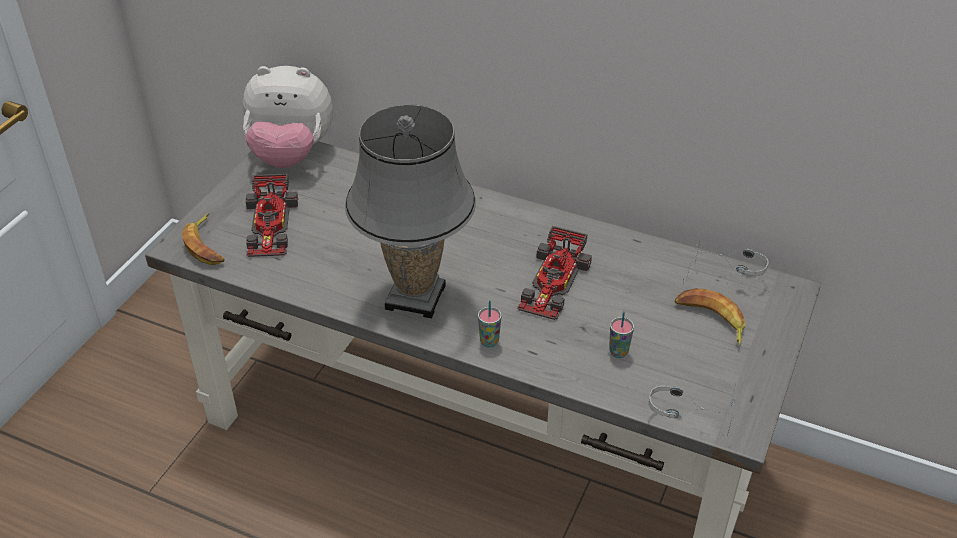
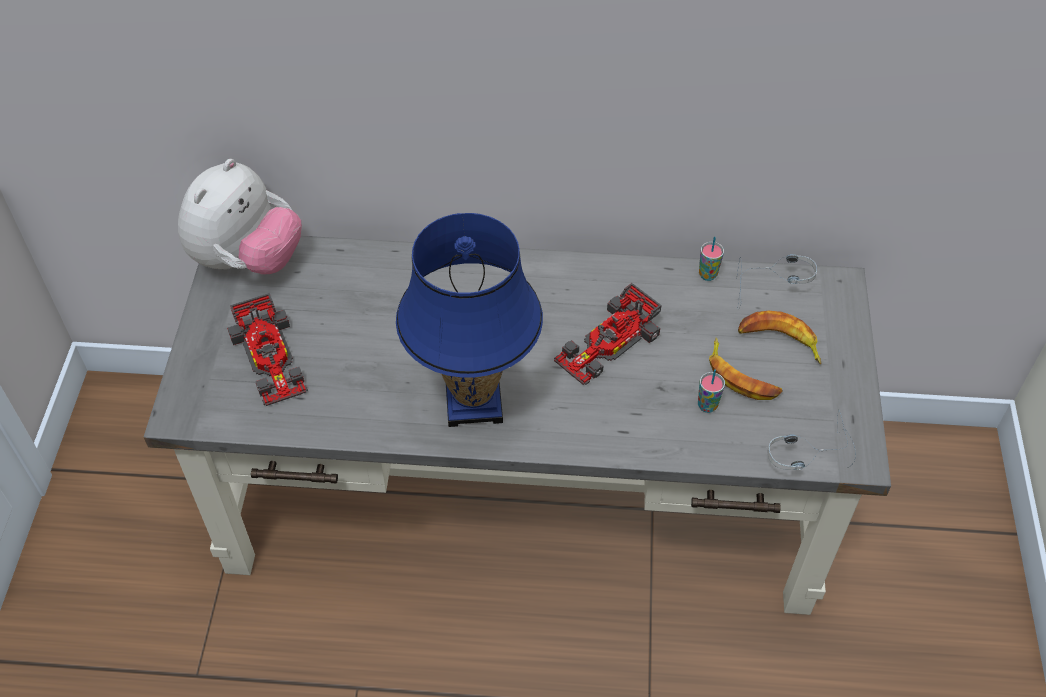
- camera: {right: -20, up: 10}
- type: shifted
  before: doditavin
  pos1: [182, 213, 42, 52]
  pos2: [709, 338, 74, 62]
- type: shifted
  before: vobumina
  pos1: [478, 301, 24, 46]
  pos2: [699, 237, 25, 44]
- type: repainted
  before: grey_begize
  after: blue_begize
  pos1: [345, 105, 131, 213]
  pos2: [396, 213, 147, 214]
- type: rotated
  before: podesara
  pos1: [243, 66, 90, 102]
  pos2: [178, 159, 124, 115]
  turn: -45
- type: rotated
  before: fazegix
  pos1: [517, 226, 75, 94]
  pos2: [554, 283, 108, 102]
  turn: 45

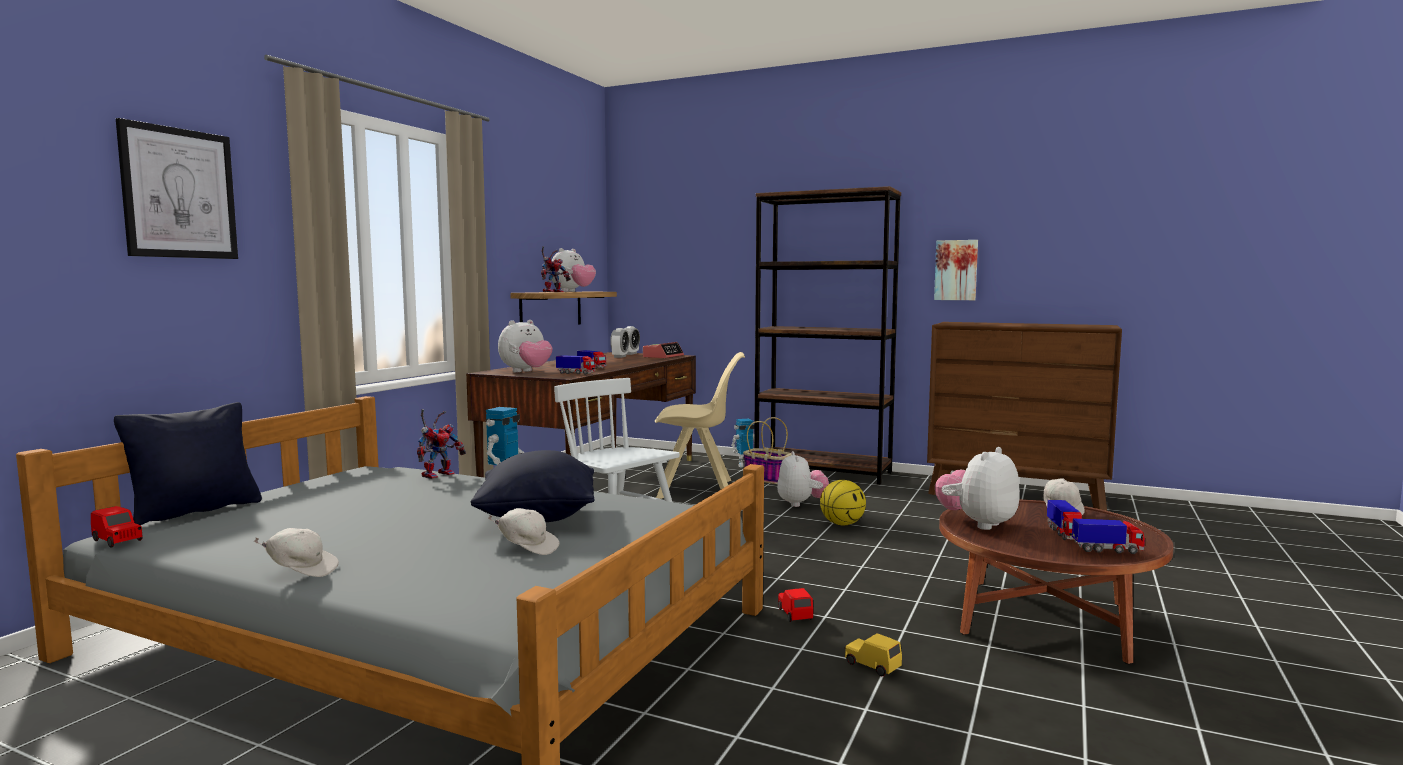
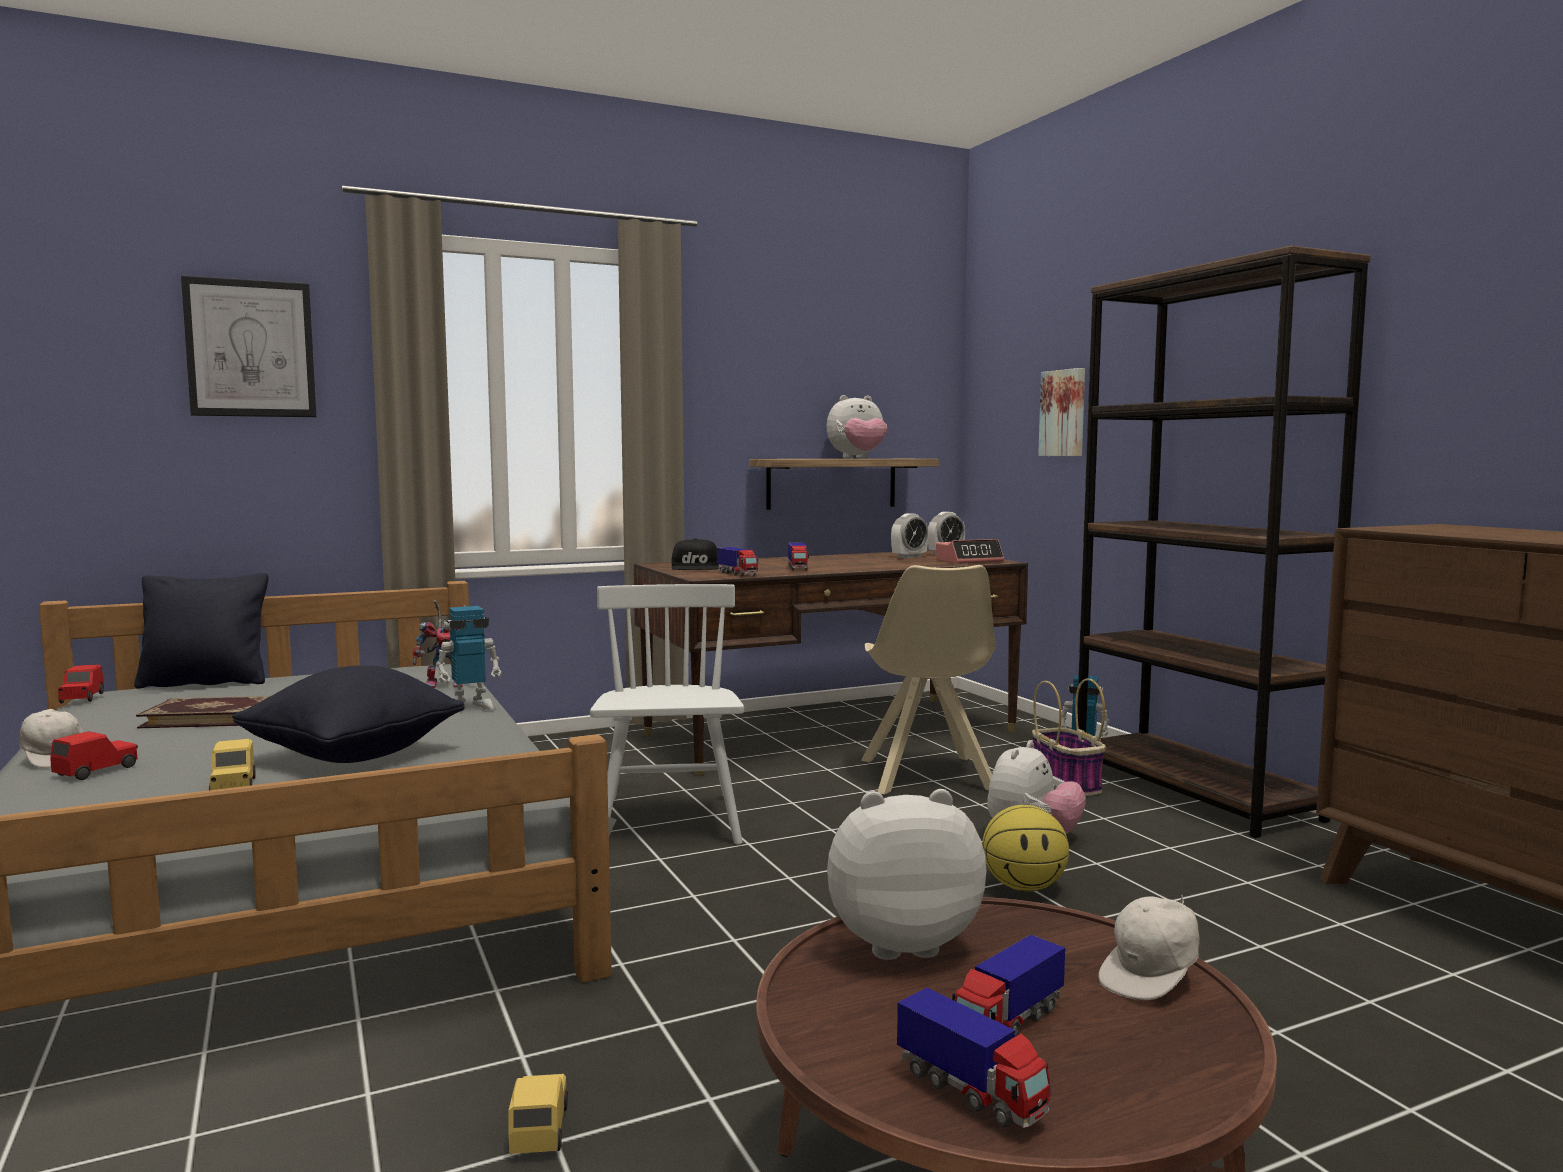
- camera: {right: 40, up: 0}
- type: gone
  before: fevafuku
  pos1: [541, 246, 30, 46]
- type: new
  after: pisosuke
  pos2: [136, 696, 134, 32]
- type: shifted
  before: red_fazegix
  pos1: [778, 588, 35, 34]
  pos2: [50, 731, 88, 49]
- type: shifted
  before: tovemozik
  pos1: [934, 240, 44, 60]
  pos2: [1038, 368, 47, 88]
- type: swapped
  before: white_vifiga
  after: yellow_fazegix
  pos1: [488, 508, 72, 47]
  pos2: [209, 739, 47, 51]
- type: swapped
  before: podesara
  after: black_vifiga
  pos1: [498, 320, 55, 52]
  pos2: [672, 538, 47, 32]
- type: rotated
  before: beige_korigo
  pos1: [655, 352, 90, 147]
  pos2: [861, 565, 135, 229]
  turn: 45

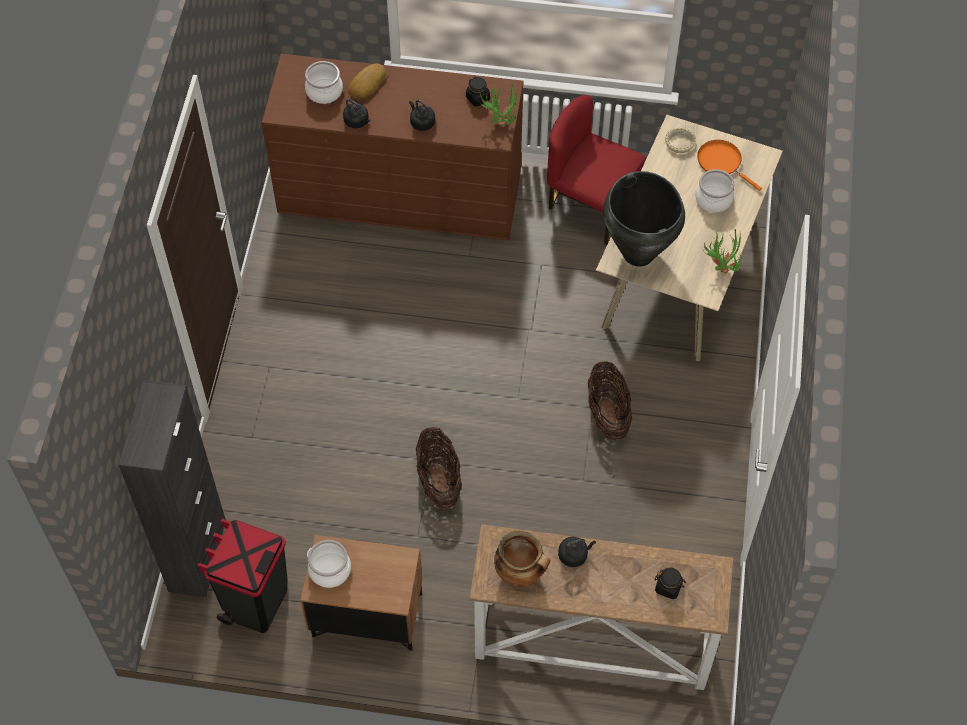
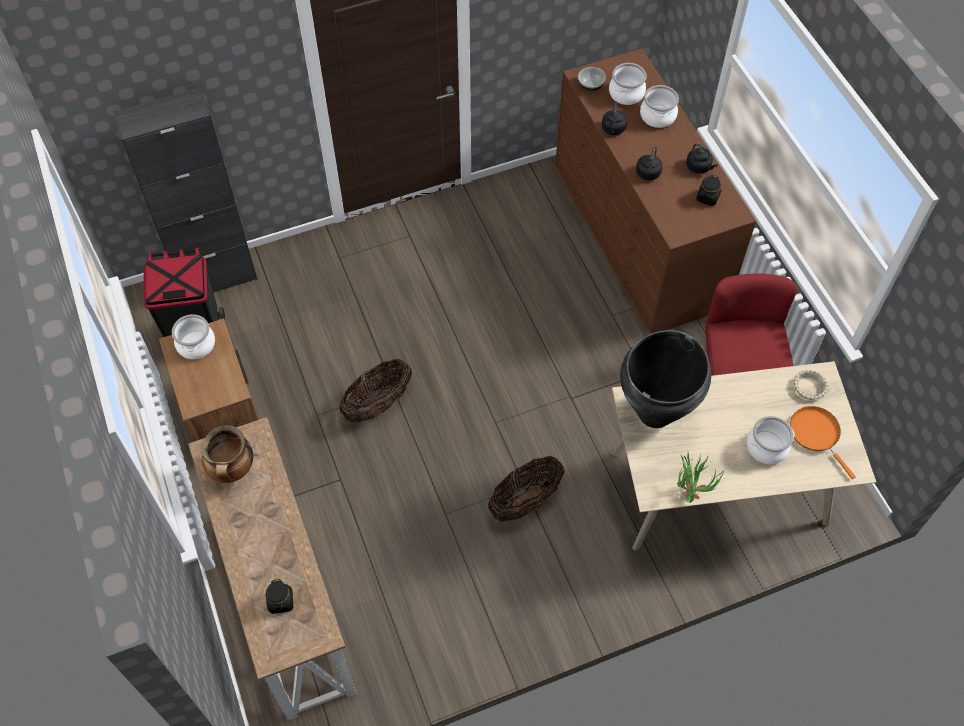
- camera: {right: 60, up: 0}
- type: gone
  before: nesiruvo
  pos1: [479, 83, 38, 44]
- type: new
  after: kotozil
  pos2: [578, 67, 28, 24]
- type: shifted
  before: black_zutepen
  pos1: [558, 537, 38, 30]
  pos2: [686, 143, 31, 31]
- type: swapped
  before: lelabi
  after: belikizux
  pos1: [348, 64, 38, 36]
  pos2: [640, 85, 39, 43]
- type: rotated
  before: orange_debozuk
  pos1: [697, 140, 65, 51]
  pos2: [790, 406, 66, 73]
  turn: -45

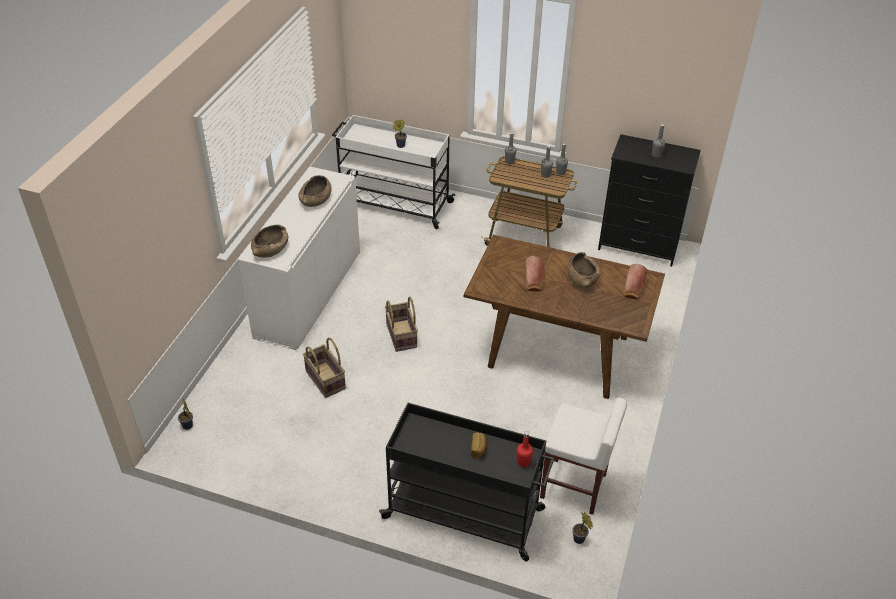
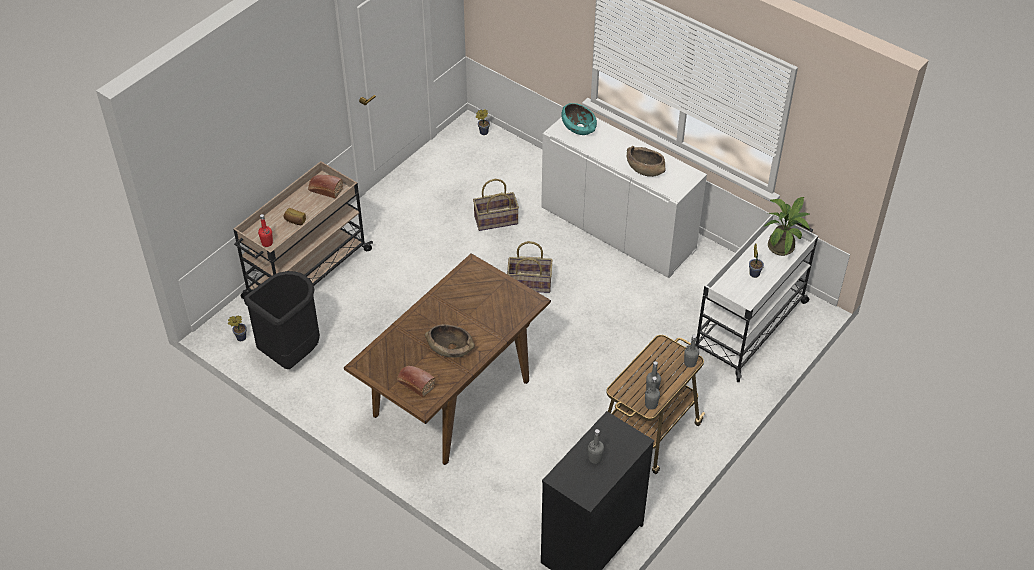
- camera: {right: 110, up: 5}
- type: new
  after: nesiruvo
  pos2: [765, 197, 45, 59]
- type: shifted
  before: lelabi
  pos1: [526, 256, 18, 35]
  pos2: [308, 175, 35, 24]
- type: swapped
  before: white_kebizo
  after: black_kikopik
  pos1: [540, 398, 87, 117]
  pos2: [244, 271, 76, 98]
- type: repainted
  before: brown_kotozil
  after: turquoise_kotozil
  pos1: [251, 225, 37, 33]
  pos2: [561, 103, 36, 32]
- type: repainted
  before: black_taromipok
  after: beige_taromipok
  pos1: [379, 403, 175, 159]
  pos2: [233, 161, 140, 138]

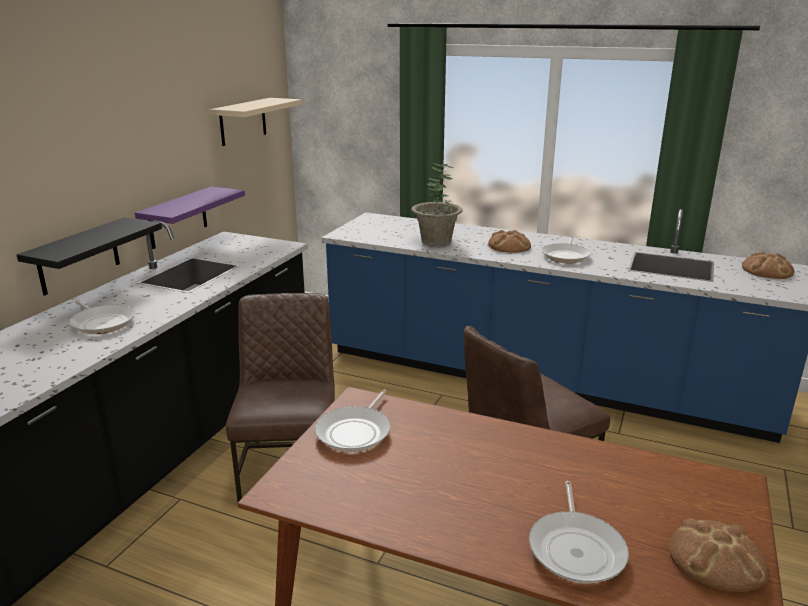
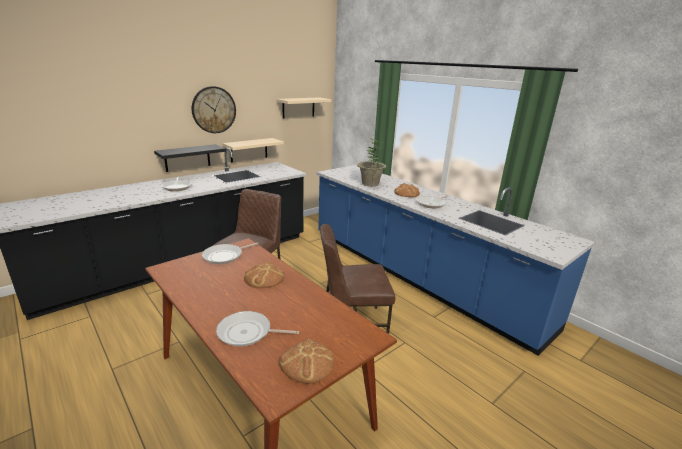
- camera: {right: 25, up: 0}
- type: new
  after: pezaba
  pos2: [192, 86, 44, 47]
- type: shifted
  before: lelabi
  pos1: [742, 251, 53, 28]
  pos2: [244, 261, 40, 27]
- type: repainted
  before: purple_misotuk
  after: beige_misotuk
  pos1: [135, 187, 110, 62]
  pos2: [223, 138, 61, 25]
- type: rotated
  before: debozuk
  pos1: [529, 481, 100, 103]
  pos2: [216, 311, 83, 36]
  turn: 60

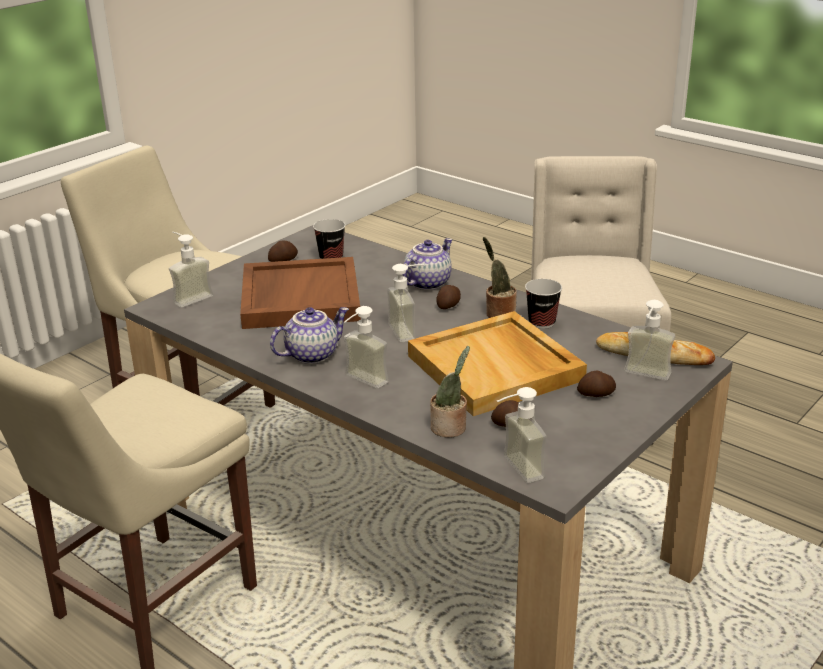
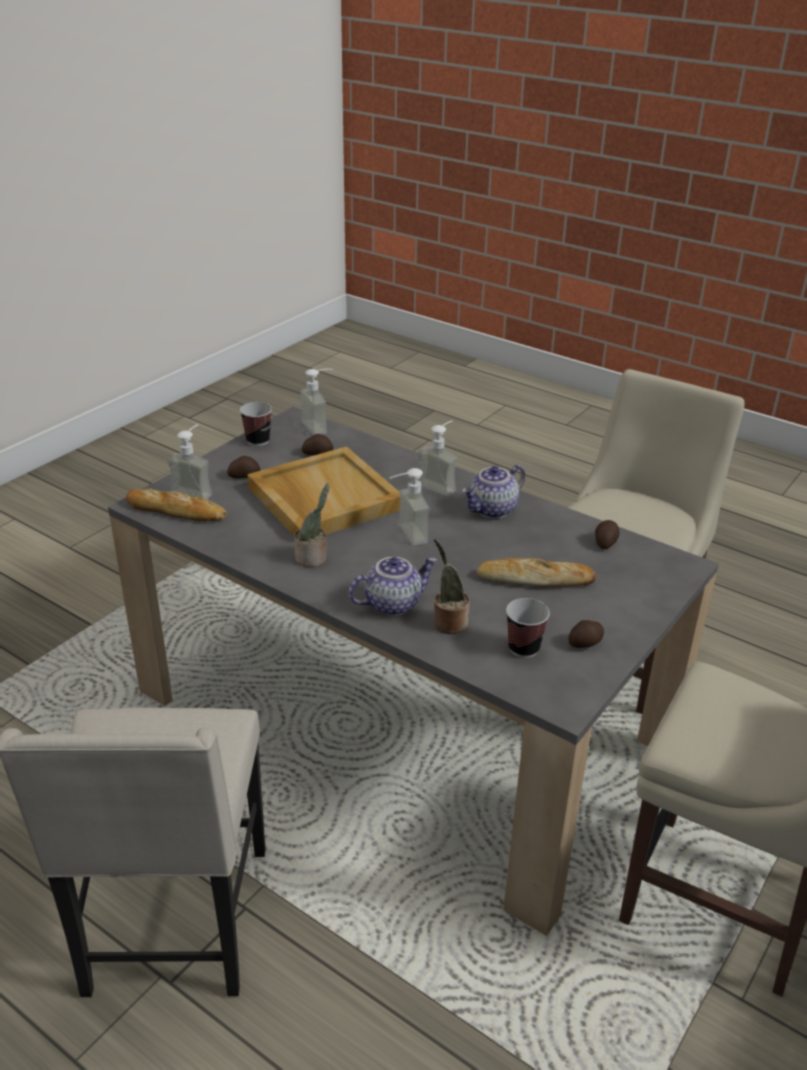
- camera: {right: 175, up: 5}
- type: gone
  before: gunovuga
  pos1: [169, 232, 44, 75]
- type: shifted
  before: nesiruvo
  pos1: [430, 346, 40, 92]
  pos2: [434, 539, 36, 95]
- type: shifted
  before: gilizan
  pos1: [436, 285, 25, 24]
  pos2: [595, 520, 25, 29]
- type: shifted
  before: vobumina
  pos1: [525, 279, 37, 50]
  pos2: [240, 402, 32, 44]
- type: swapped
  before: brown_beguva
  after: lelabi
  pos1: [240, 257, 121, 72]
  pos2: [477, 558, 119, 29]
- type: rotated
  before: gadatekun
  pos1: [403, 238, 50, 52]
  pos2: [349, 557, 88, 59]
  turn: -150

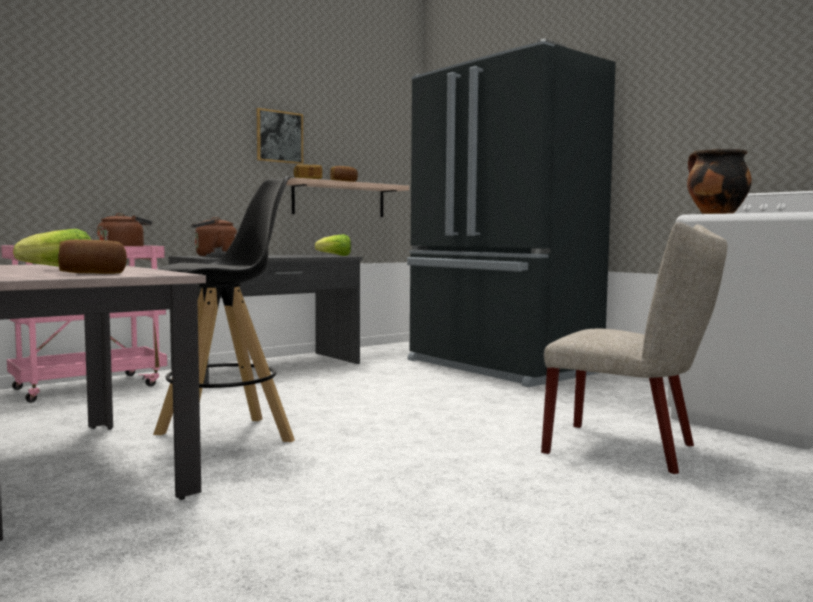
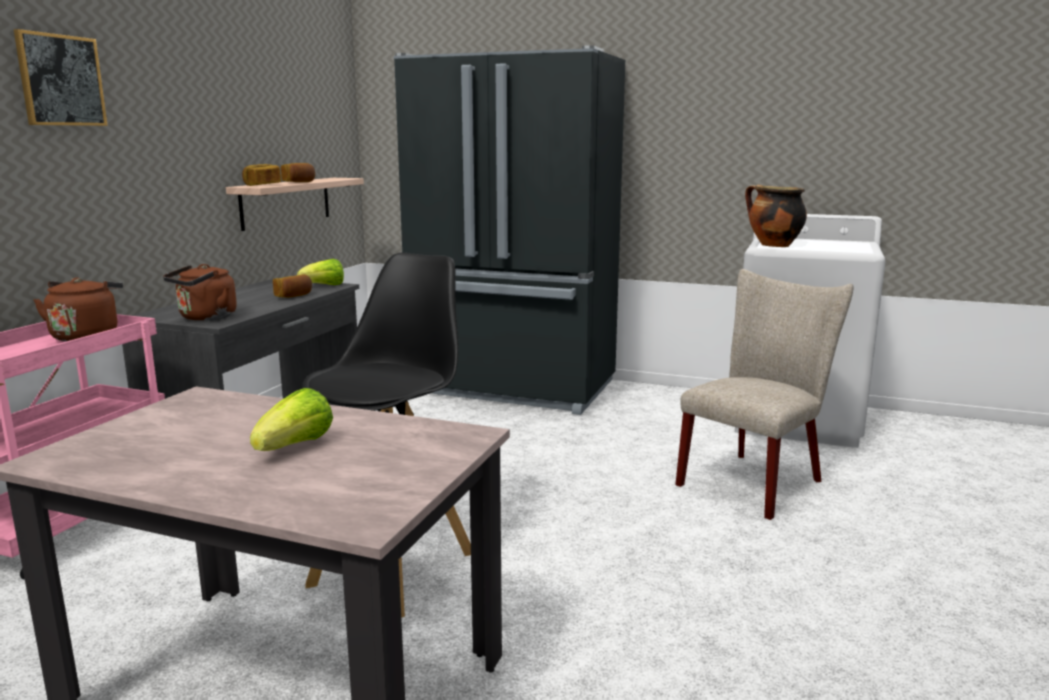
- camera: {right: -30, up: 10}
- type: shifted
  before: lelabi
  pos1: [58, 239, 69, 35]
  pos2: [273, 274, 39, 24]
- type: shifted
  before: tovemozik
  pos1: [257, 108, 46, 56]
  pos2: [14, 29, 94, 97]
- type: rotated
  before: beige_korigo
  pos1: [541, 222, 186, 252]
  pos2: [675, 269, 179, 251]
  turn: -45

